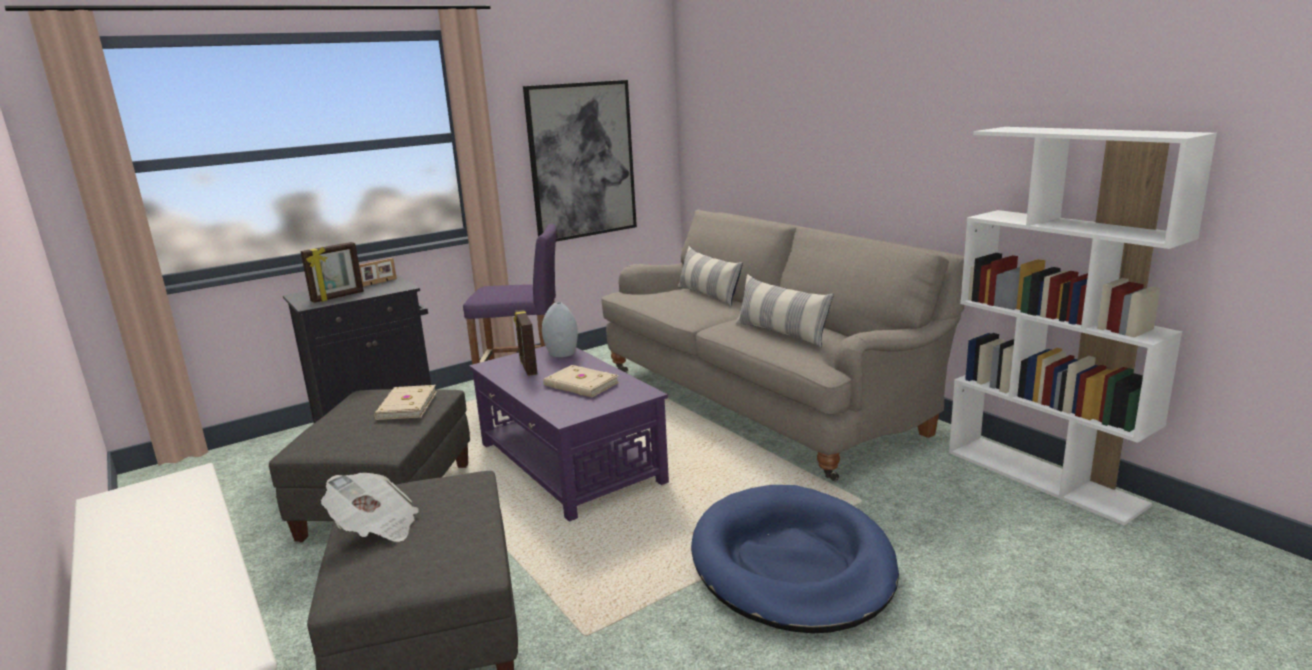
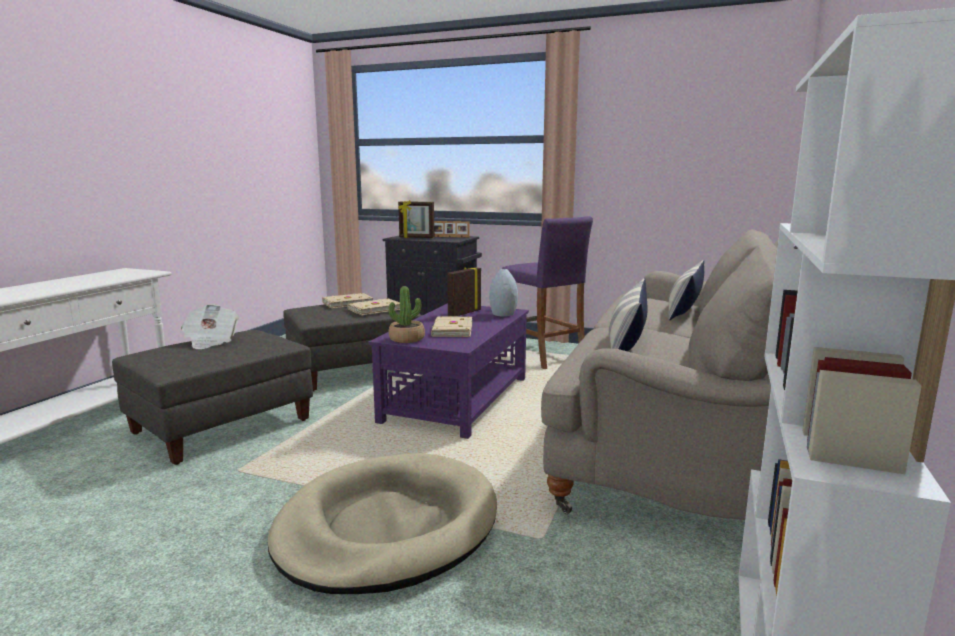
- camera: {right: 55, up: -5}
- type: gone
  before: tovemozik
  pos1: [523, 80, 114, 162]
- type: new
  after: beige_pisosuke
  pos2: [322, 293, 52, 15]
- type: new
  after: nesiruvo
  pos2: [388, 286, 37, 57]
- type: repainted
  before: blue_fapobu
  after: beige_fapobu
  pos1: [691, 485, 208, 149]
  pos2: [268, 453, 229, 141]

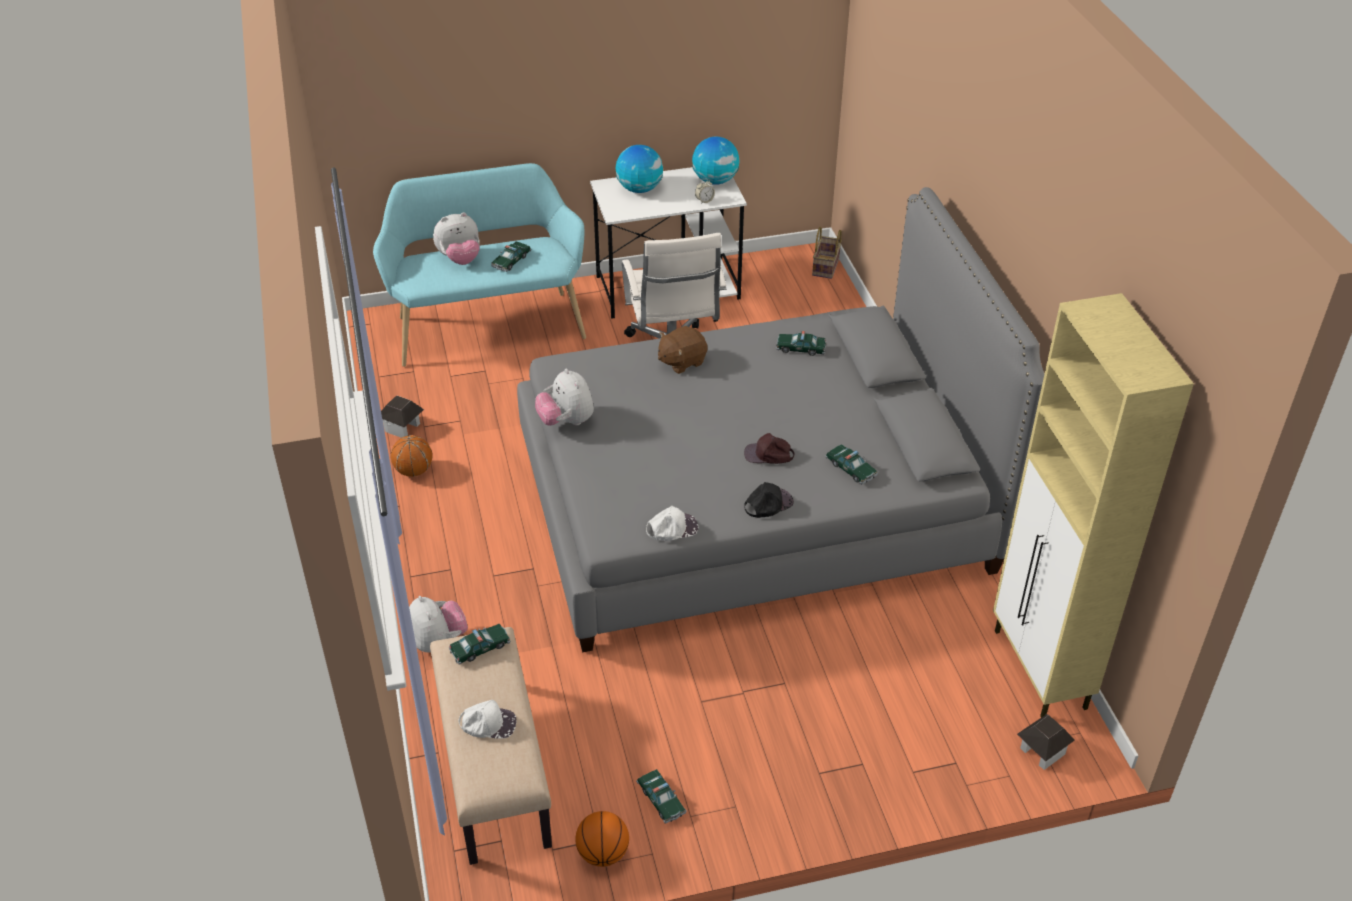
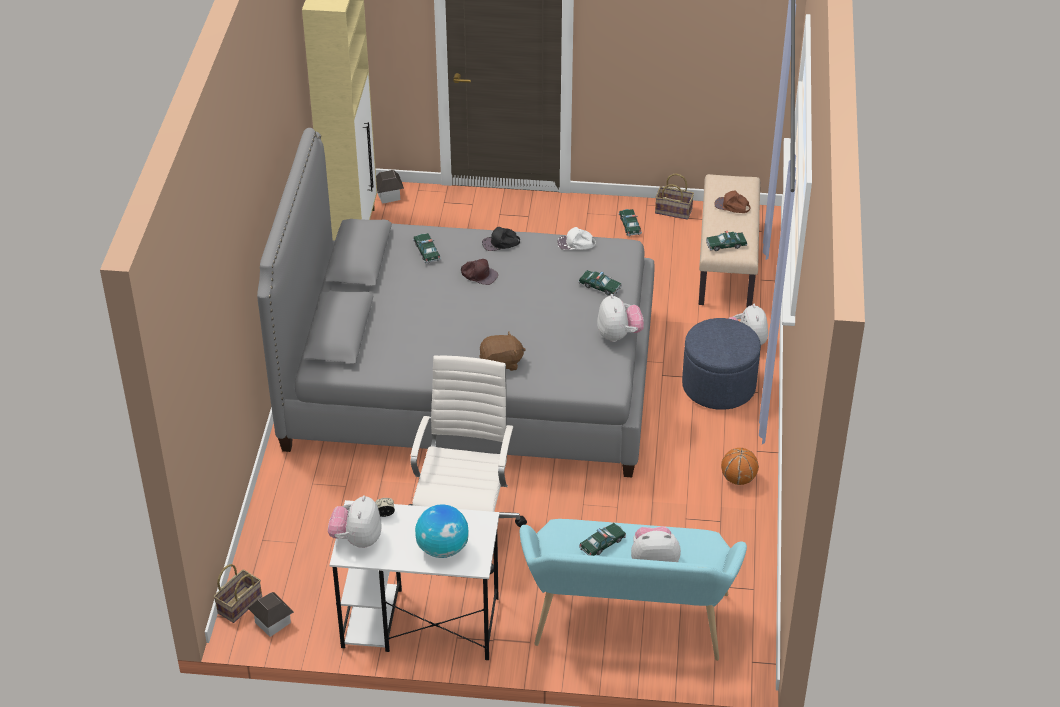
- camera: {right: -160, up: 0}
- type: new
  after: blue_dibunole
  pos2: [682, 318, 79, 92]
- type: shifted
  before: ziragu
  pos1: [381, 395, 43, 43]
  pos2: [248, 592, 46, 45]
- type: shifted
  before: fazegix
  pos1: [776, 331, 50, 25]
  pos2: [578, 270, 44, 26]
- type: swapped
  before: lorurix
  after: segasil
  pos1: [575, 811, 54, 56]
  pos2: [655, 173, 39, 47]
- type: swapped
  before: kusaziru
  after: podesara
  pos1: [692, 137, 47, 48]
  pos2: [328, 495, 53, 53]
- type: repainted
  before: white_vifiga
  after: brown_vifiga
  pos1: [458, 700, 59, 39]
  pos2: [714, 190, 36, 23]

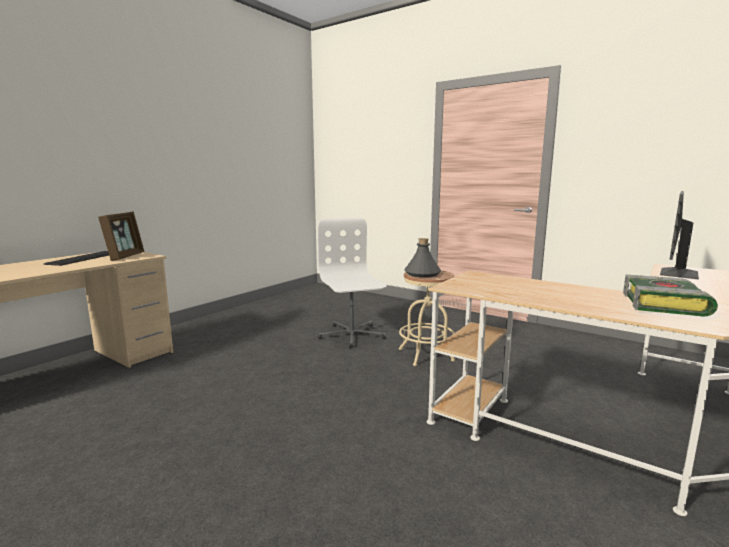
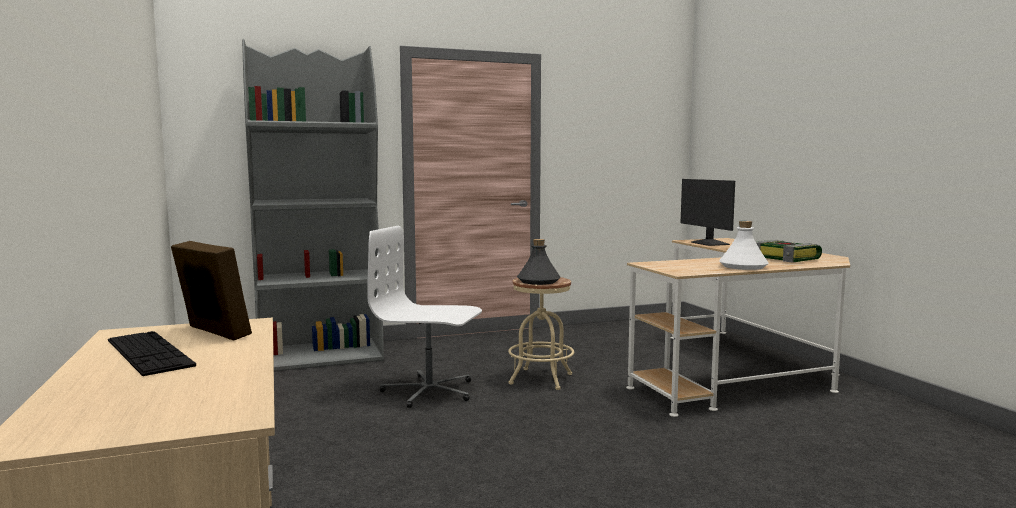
- camera: {right: -55, up: -5}
- type: new
  after: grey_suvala
  pos2: [242, 39, 142, 332]
- type: new
  after: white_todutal
  pos2: [719, 221, 50, 49]

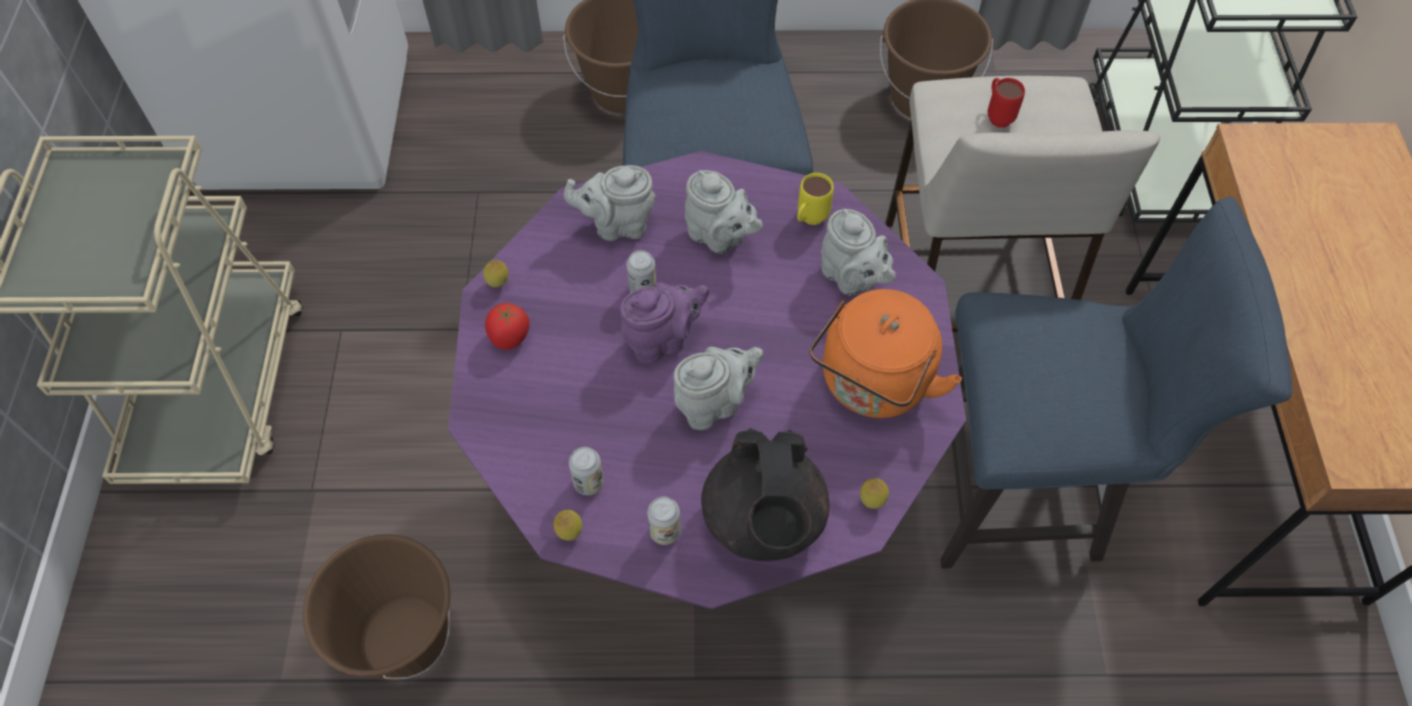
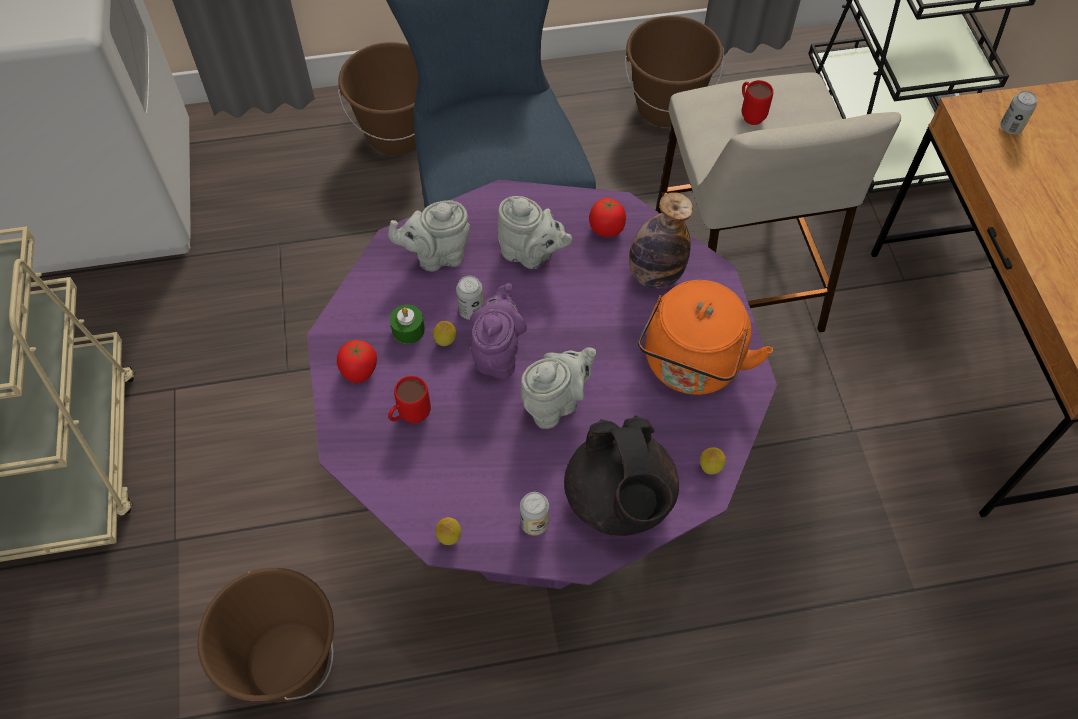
- camera: {right: -10, up: 0}
- type: gone
  before: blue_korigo
  pos1: [940, 197, 353, 372]
- type: new
  after: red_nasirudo
  pos2: [388, 376, 43, 48]
- type: new
  after: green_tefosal
  pos2: [390, 304, 35, 40]
- type: shifted
  before: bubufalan
  pos1: [483, 260, 26, 27]
  pos2: [433, 321, 23, 25]
- type: shifted
  before: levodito
  pos1: [569, 447, 35, 48]
  pos2: [1000, 91, 37, 43]
- type: swapped
  before: yellow_nasirudo
  after: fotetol
  pos1: [797, 173, 37, 52]
  pos2: [589, 197, 37, 40]
- type: swapped
  before: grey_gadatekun
  after: todutal
  pos1: [821, 209, 75, 87]
  pos2: [629, 192, 64, 97]
- type: rotated
  before: purple_gadatekun
  pos1: [620, 282, 90, 82]
  pos2: [470, 283, 57, 96]
  turn: -45

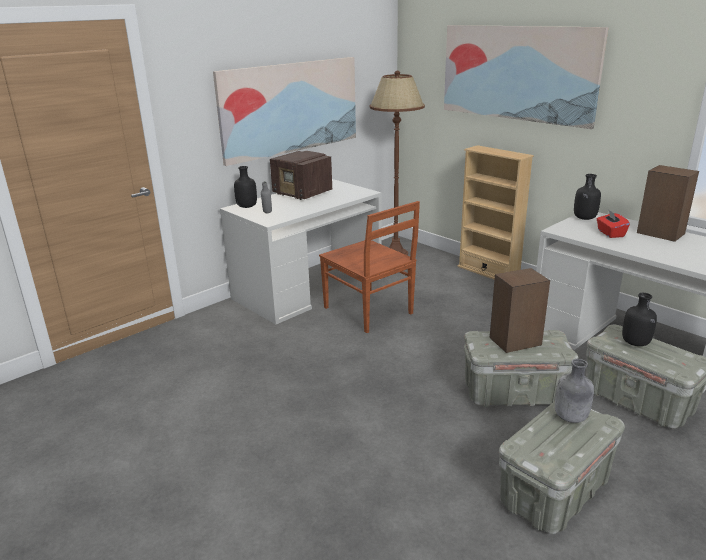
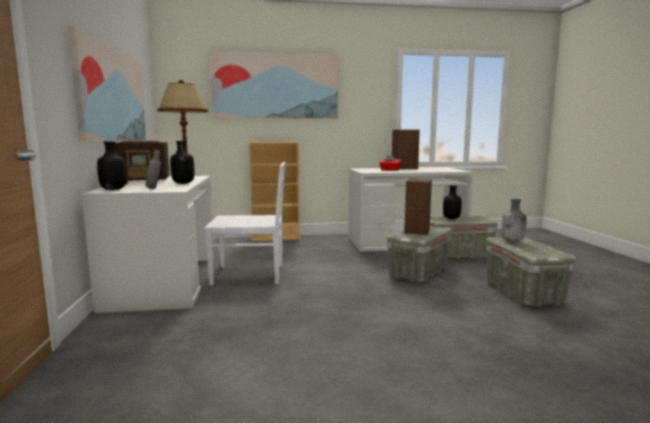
- camera: {right: -55, up: -15}
- type: shifted
  before: black_todutal
  pos1: [574, 174, 27, 46]
  pos2: [170, 141, 24, 43]
- type: repainted
  before: brown_korigo
  after: white_korigo
  pos1: [319, 201, 101, 132]
  pos2: [204, 162, 82, 123]

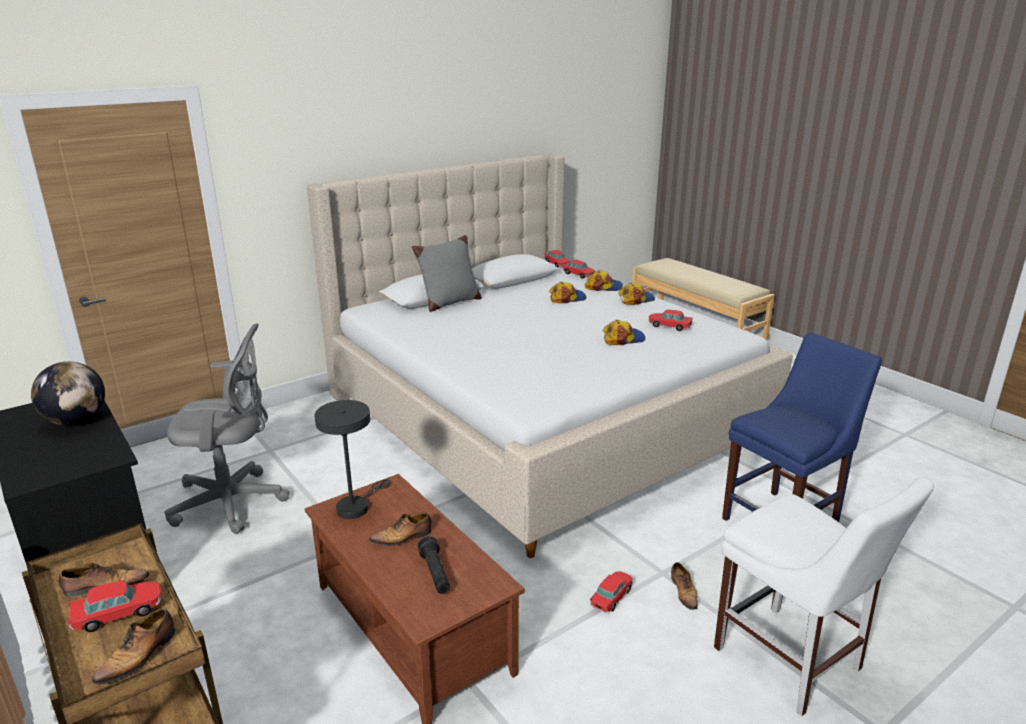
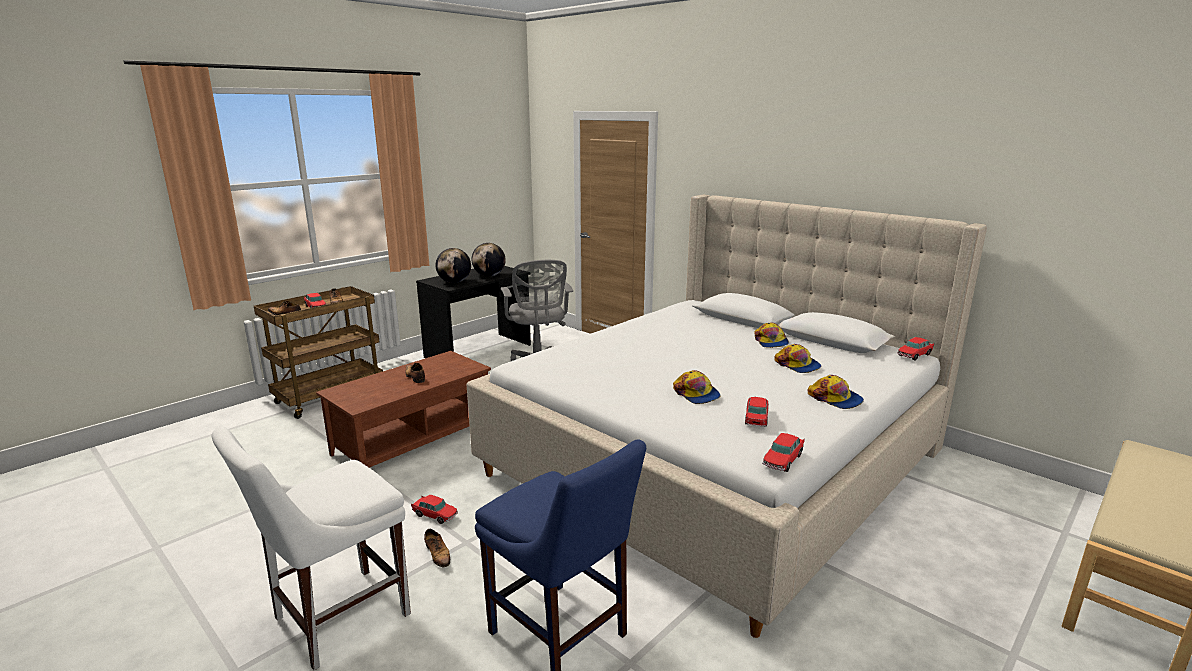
- camera: {right: 80, up: -5}
- type: gone
  before: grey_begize
  pos1: [314, 400, 77, 119]
- type: gone
  before: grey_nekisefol
  pos1: [412, 235, 70, 77]
- type: gone
  before: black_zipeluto
  pos1: [417, 536, 33, 58]
- type: new
  after: kusaziru
  pos2: [436, 248, 35, 35]
- type: shifted
  before: fazegix
  pos1: [562, 260, 33, 19]
  pos2: [762, 433, 43, 39]
- type: shifted
  before: vifiga
  pos1: [585, 270, 38, 21]
  pos2: [754, 322, 35, 26]
- type: rotated
  before: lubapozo
  pos1: [671, 562, 27, 48]
  pos2: [424, 529, 26, 38]
  turn: -105

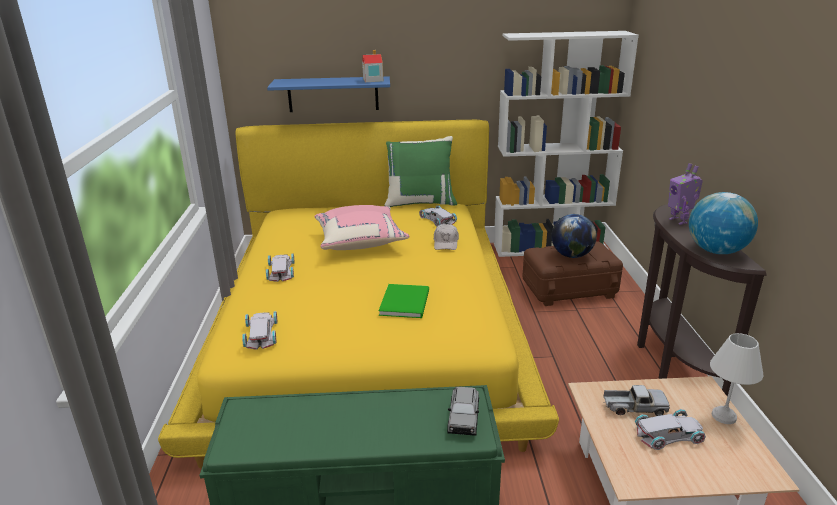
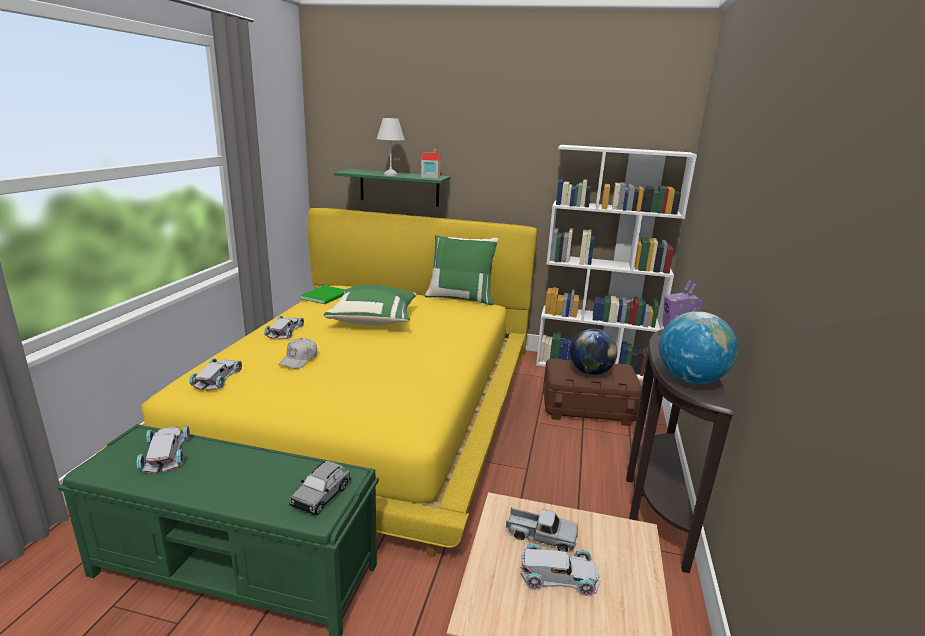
- camera: {right: 15, up: -5}
- type: shifted
  before: green_pisosuke
  pos1: [379, 284, 50, 34]
  pos2: [300, 285, 46, 19]
- type: shifted
  before: white_fazegix
  pos1: [419, 205, 38, 22]
  pos2: [137, 425, 53, 49]
- type: shifted
  before: white_vifiga
  pos1: [433, 224, 26, 26]
  pos2: [279, 338, 38, 31]
- type: shifted
  before: white_begize
  pos1: [710, 333, 53, 91]
  pos2: [377, 118, 28, 58]
- type: repainted
  before: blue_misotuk
  after: green_misotuk
  pos1: [267, 76, 123, 36]
  pos2: [334, 169, 117, 38]
- type: repainted
  before: pink_nekisefol
  after: green_nekisefol
  pos1: [314, 205, 95, 45]
  pos2: [324, 285, 93, 41]

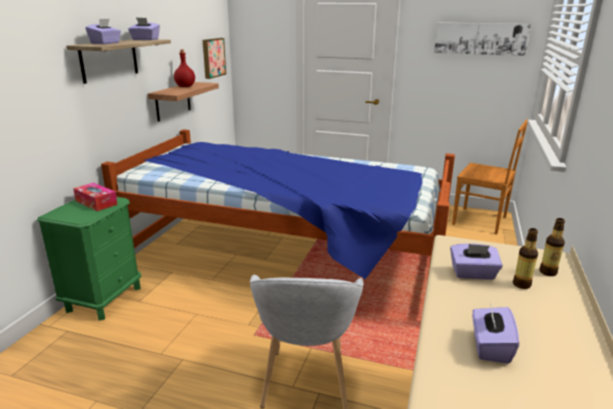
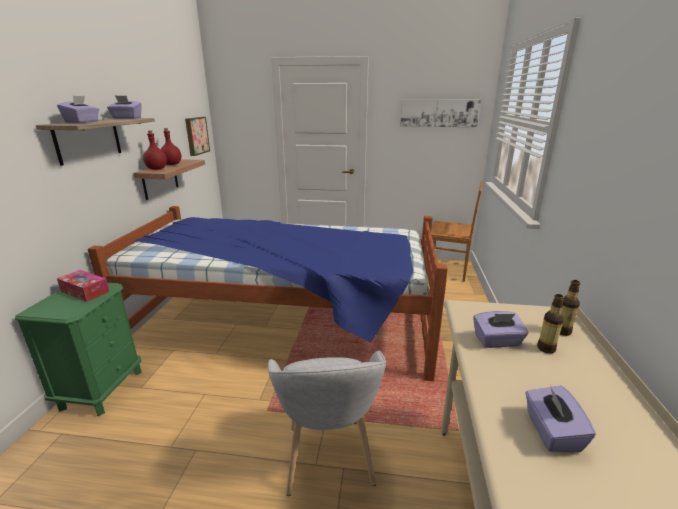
- camera: {right: -10, up: 0}
- type: new
  after: red_todutal
  pos2: [143, 130, 24, 40]

